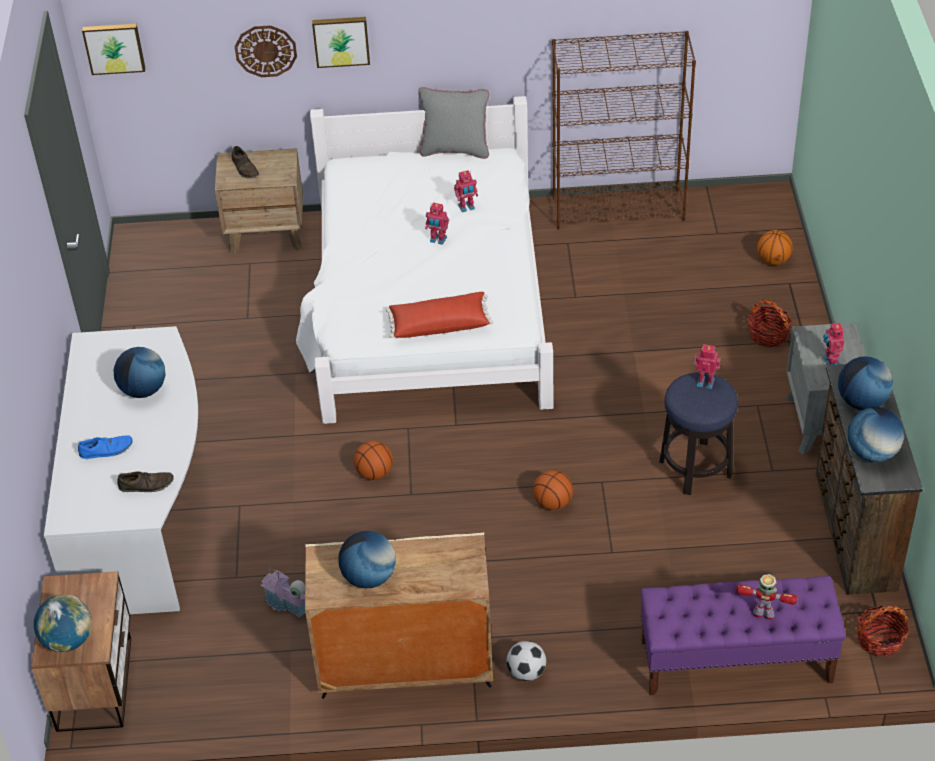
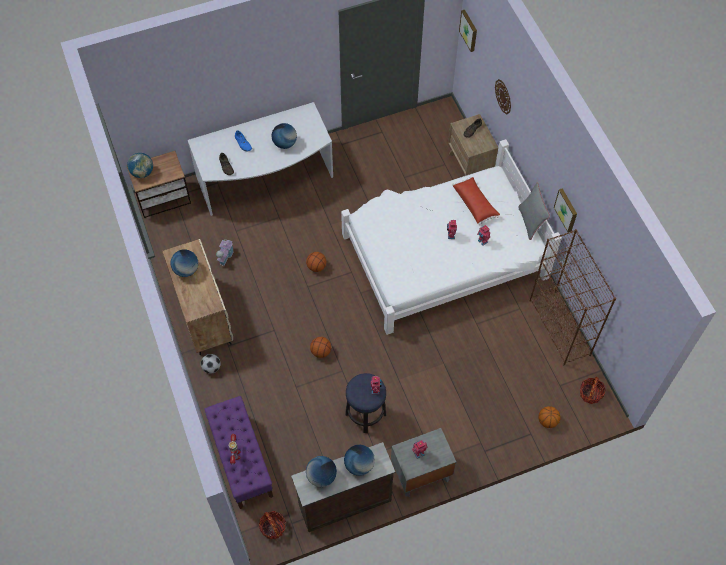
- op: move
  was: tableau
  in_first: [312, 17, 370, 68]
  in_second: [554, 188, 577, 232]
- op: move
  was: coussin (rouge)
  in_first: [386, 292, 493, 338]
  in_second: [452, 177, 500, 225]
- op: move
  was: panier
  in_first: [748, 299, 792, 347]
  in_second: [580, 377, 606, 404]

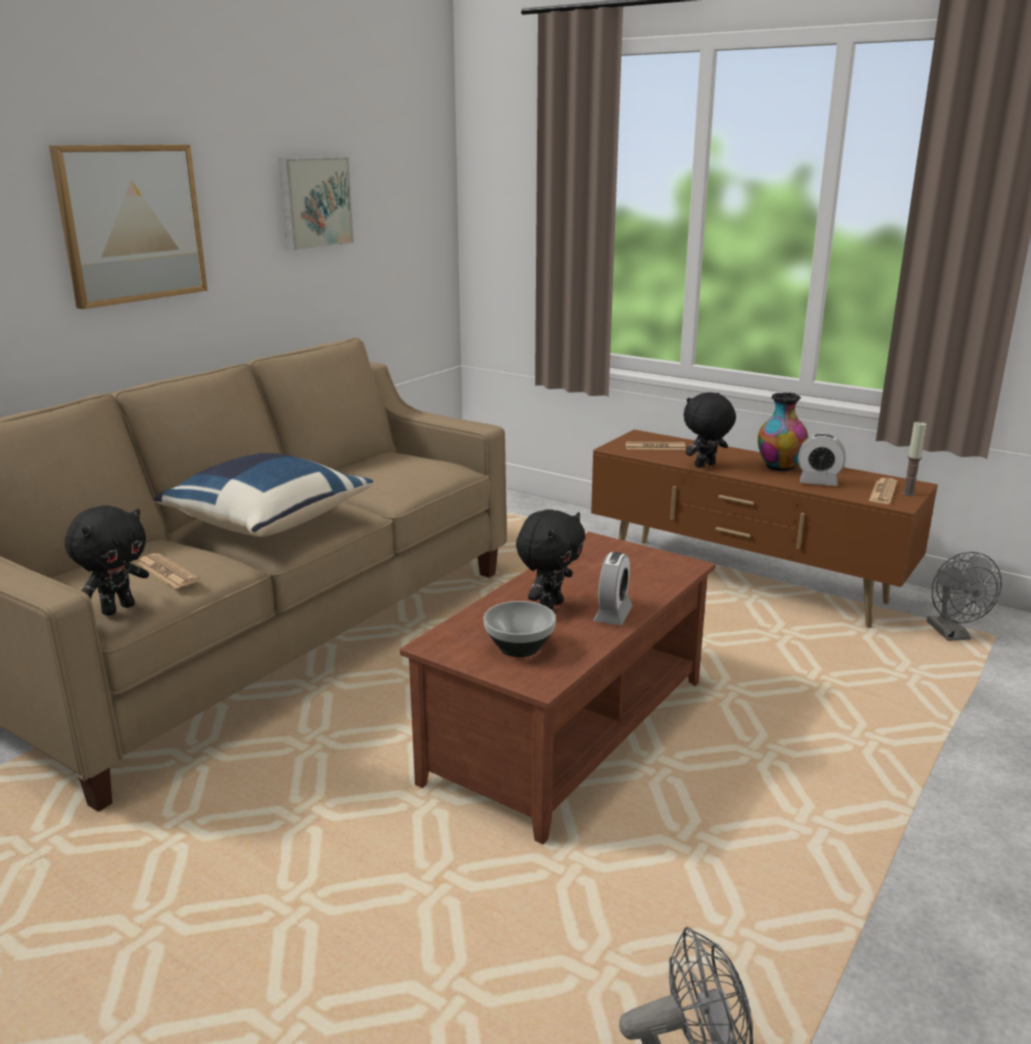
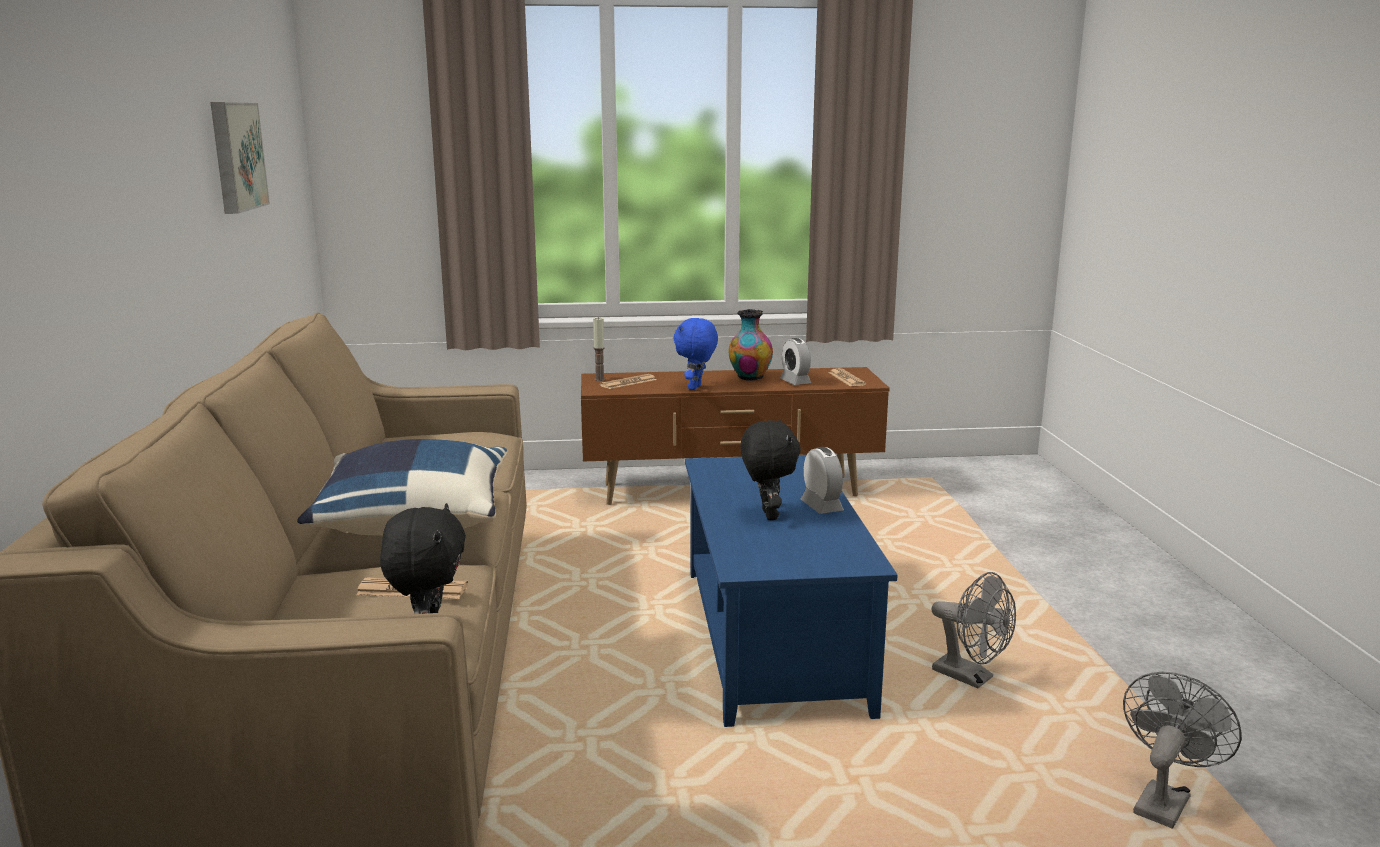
- op: delete
  was: tableau
  in_first: [49, 145, 207, 309]
- op: delete
  was: bol
  in_first: [484, 601, 556, 657]
- op: move
  was: bougie
  in_first: [902, 421, 927, 496]
  in_second: [593, 317, 605, 381]
- op: move
  was: ventilateur (gris)
  in_first: [927, 552, 1002, 641]
  in_second: [931, 572, 1016, 688]
- op: recolor
  was: table basse (marron)
  now: table basse (bleu)
  in_first: [400, 532, 716, 844]
  in_second: [685, 455, 897, 727]
- op: recolor
  was: peluche (noir)
  now: peluche (bleu)
  in_first: [684, 392, 736, 468]
  in_second: [673, 318, 718, 390]
- op: rotate
  was: réveil
  in_first: [798, 434, 846, 486]
  in_second: [780, 338, 811, 385]
  clockwise: 90

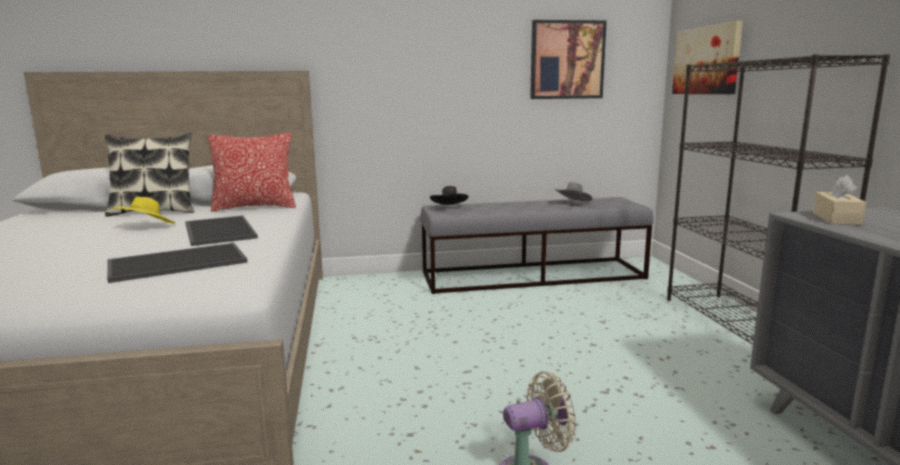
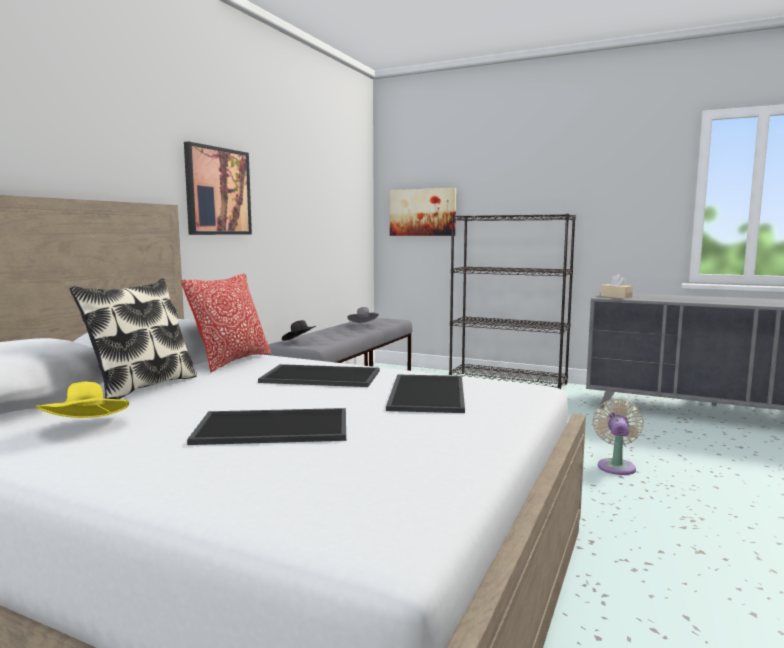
- op: insert
  now: plateau
  in_second: [187, 408, 346, 445]
- op: move
  was: chapeau (jaune)
  in_first: [113, 197, 175, 224]
  in_second: [36, 382, 129, 418]
- op: move
  was: tableau
  in_first: [530, 20, 607, 99]
  in_second: [184, 142, 252, 235]

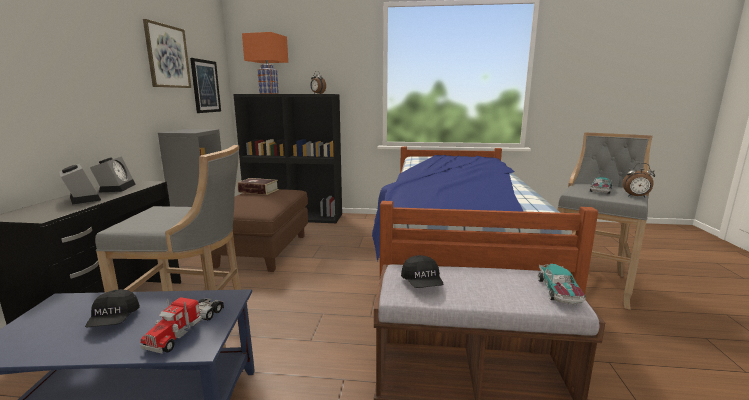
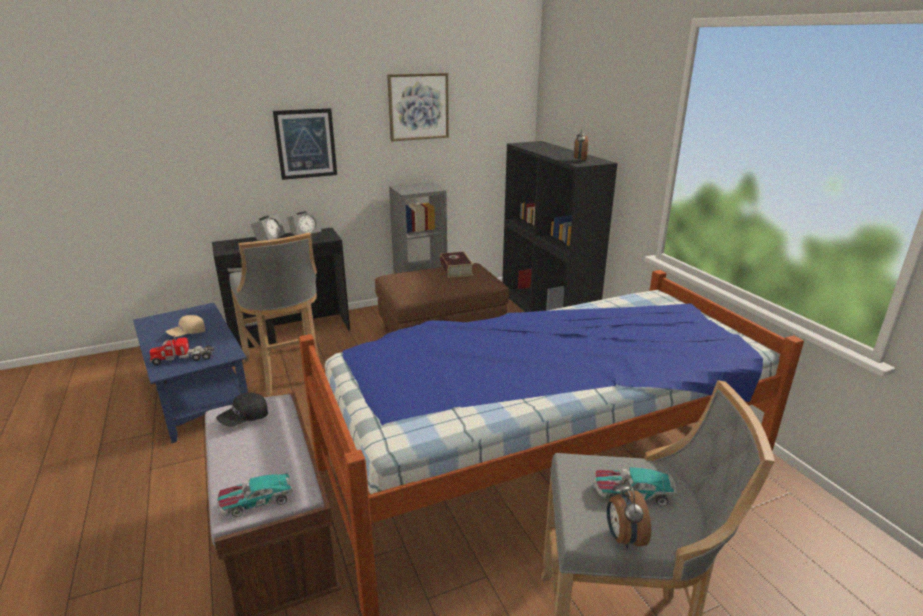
- op: delete
  was: lampe de table (orange)
  in_first: [242, 32, 288, 94]
- op: move
  was: tableau
  in_first: [190, 58, 221, 113]
  in_second: [273, 108, 337, 180]
- op: recolor
  was: casquette (noir)
  now: casquette (beige)
  in_first: [85, 289, 140, 328]
  in_second: [166, 315, 205, 337]

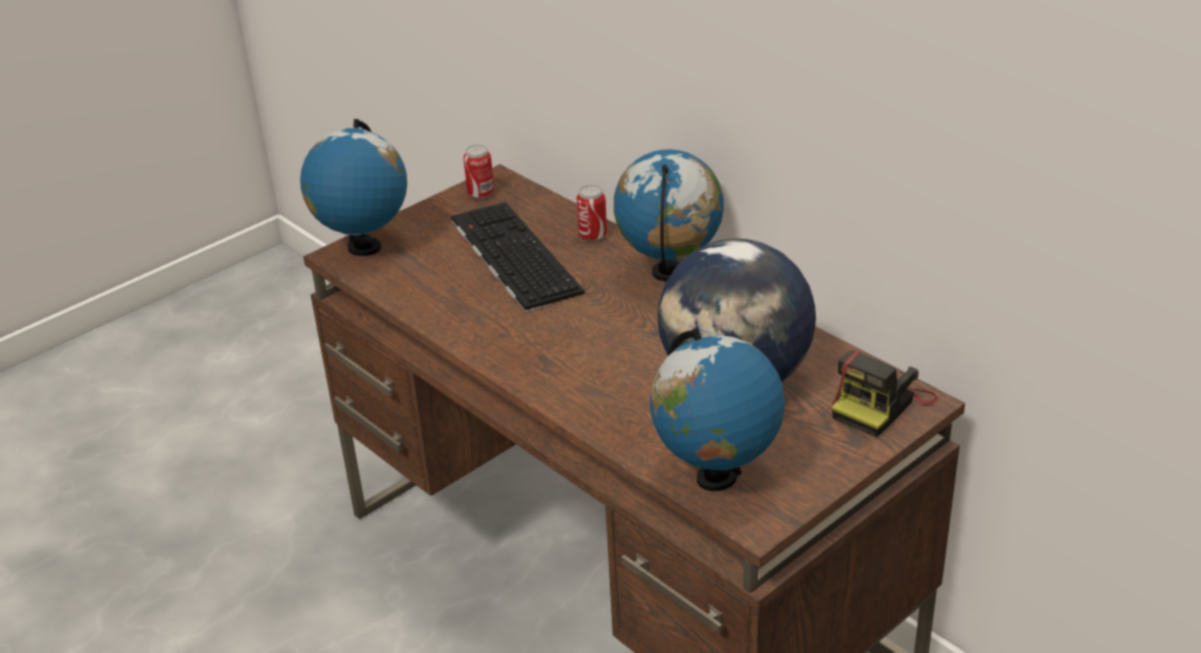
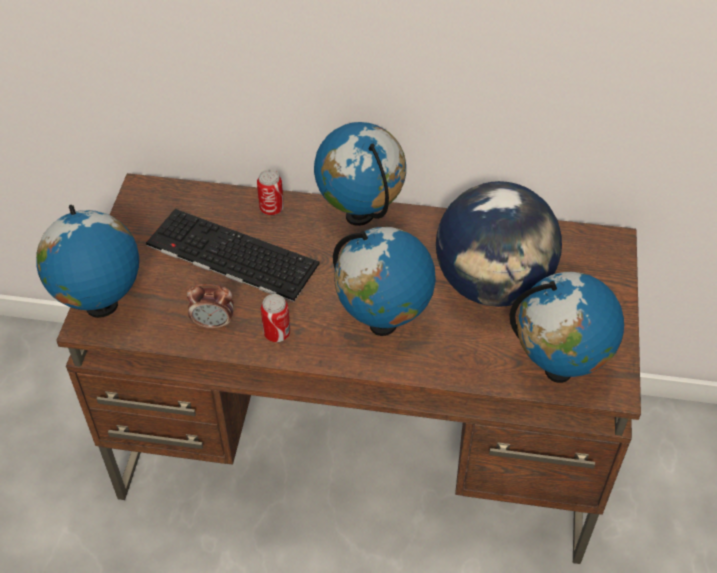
- op: delete
  was: appareil photo
  in_first: [832, 350, 938, 437]
- op: insert
  now: réveil
  in_second: [187, 284, 234, 329]
- op: insert
  now: globe
  in_second: [333, 227, 436, 336]
- op: move
  was: boîte métallique
  in_first: [463, 145, 494, 199]
  in_second: [261, 294, 290, 342]

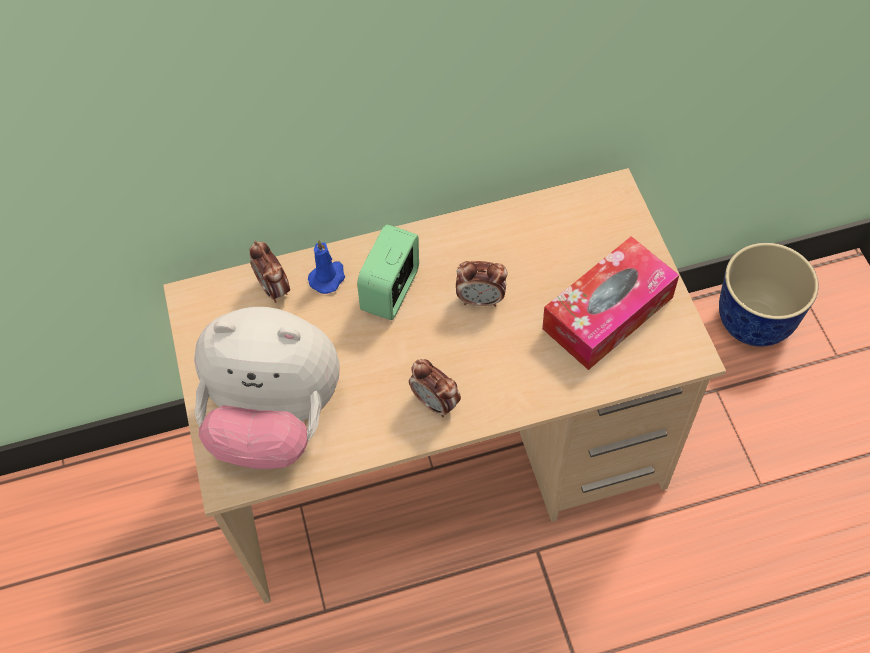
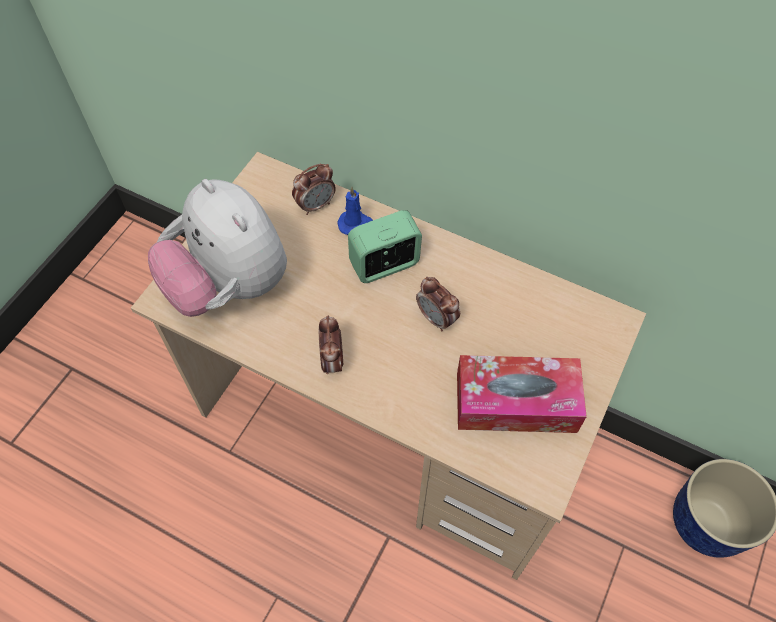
- op: rotate
  was: réveil
  in_first: [249, 241, 290, 303]
  in_second: [292, 164, 336, 215]
  clockwise: -135

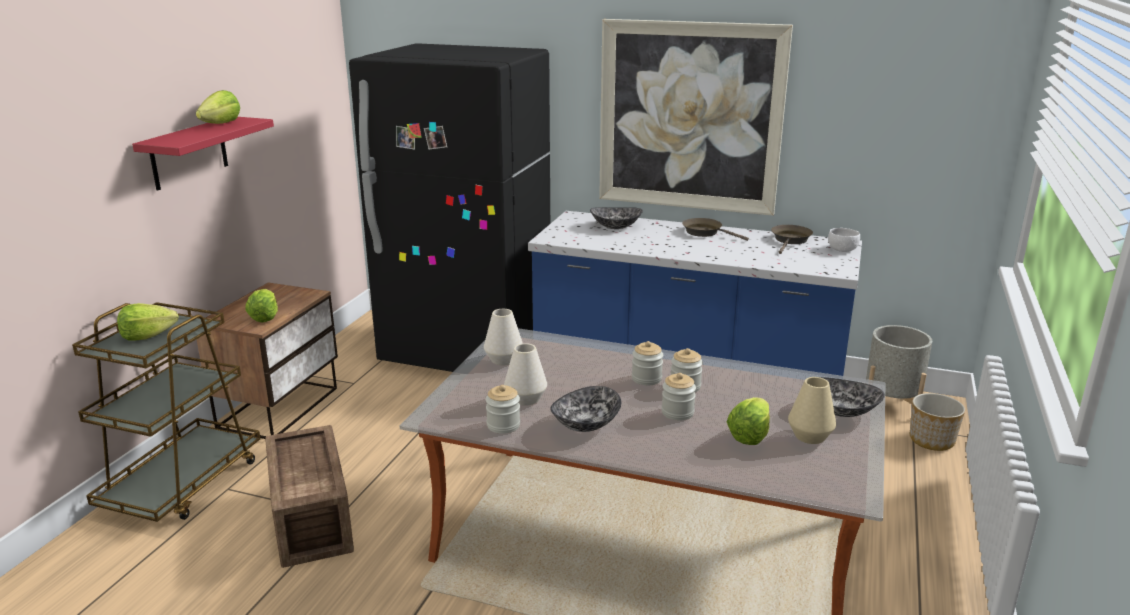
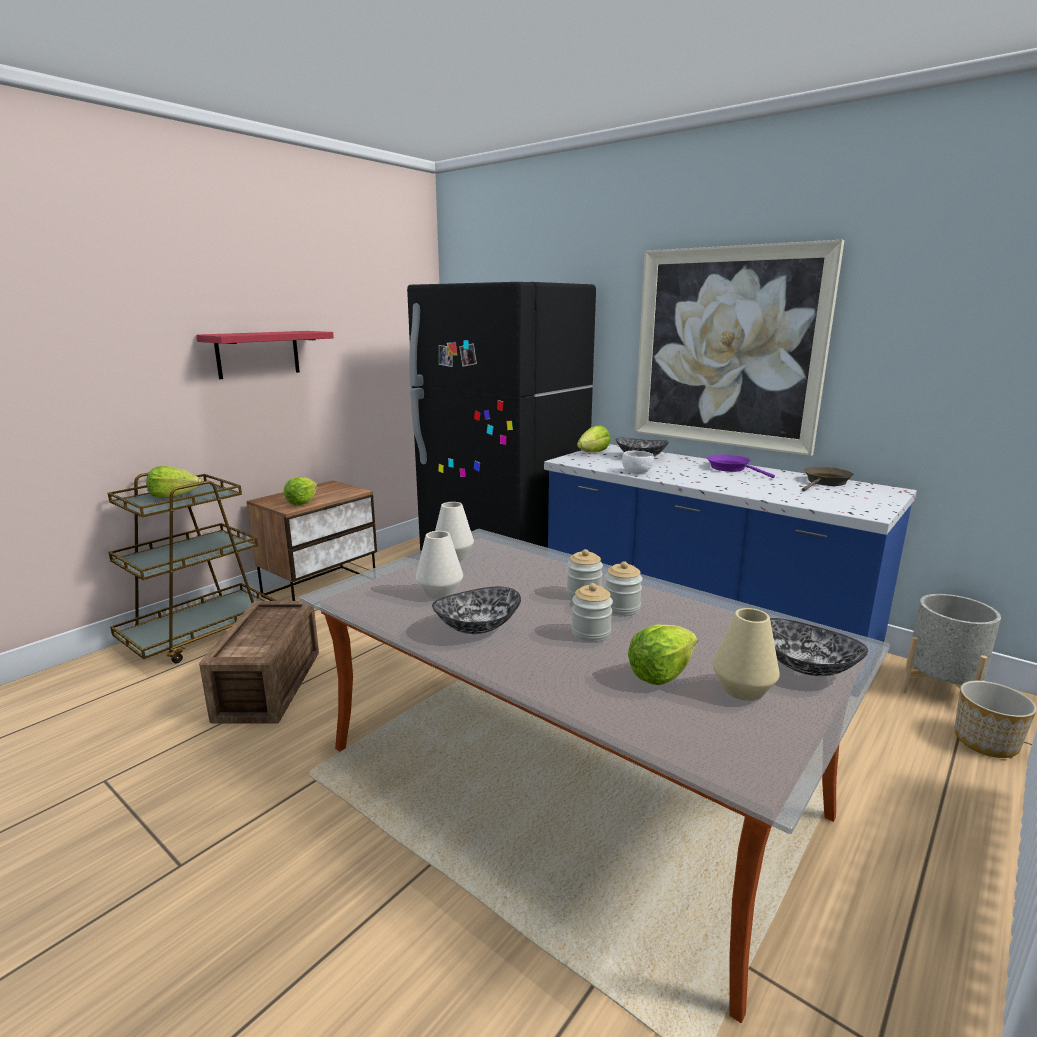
- op: delete
  was: bocal
  in_first: [486, 385, 520, 434]
- op: move
  was: laitue
  in_first: [196, 90, 240, 124]
  in_second: [577, 425, 611, 453]
- op: move
  was: bol (blanc)
  in_first: [828, 228, 860, 252]
  in_second: [622, 451, 654, 474]
- op: recolor
  was: poêle (marron)
  now: poêle (violet)
  in_first: [682, 218, 749, 241]
  in_second: [707, 455, 775, 478]

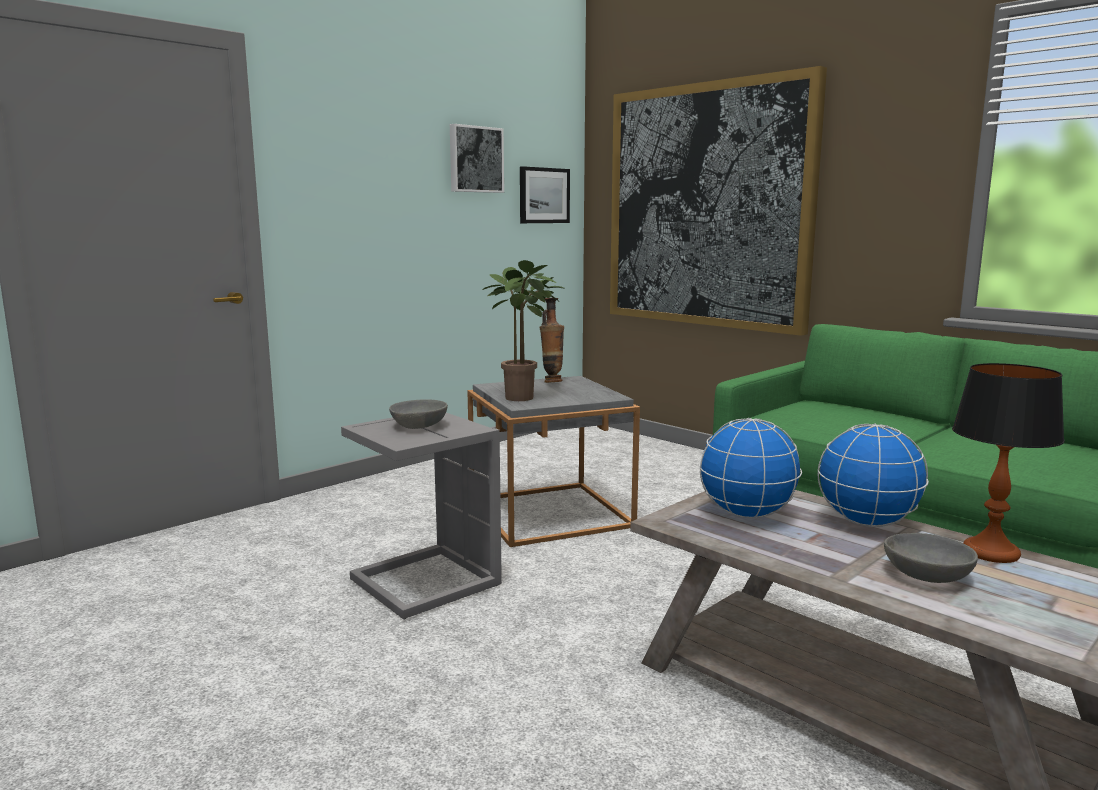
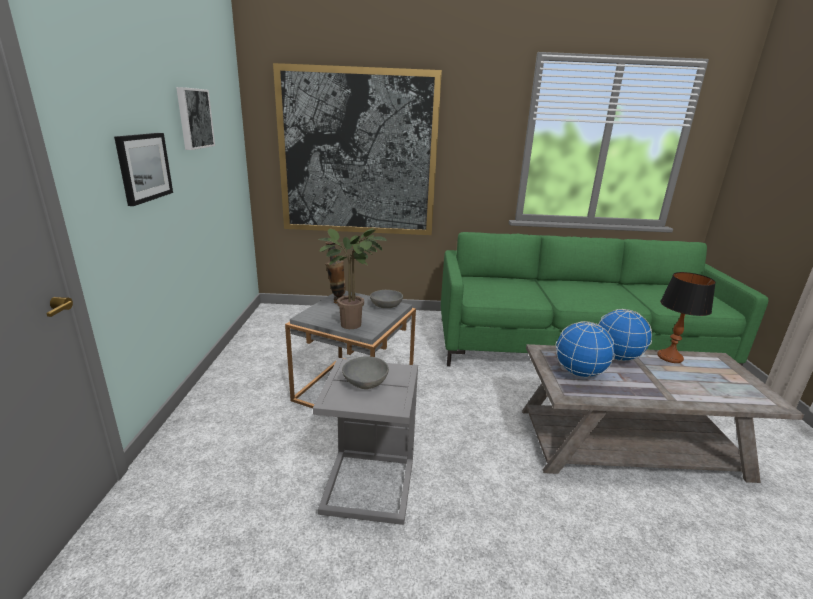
- op: move
  was: tableau
  in_first: [520, 166, 570, 223]
  in_second: [114, 133, 173, 206]
- op: move
  was: bol (gris)
  in_first: [884, 533, 978, 583]
  in_second: [370, 290, 403, 308]

